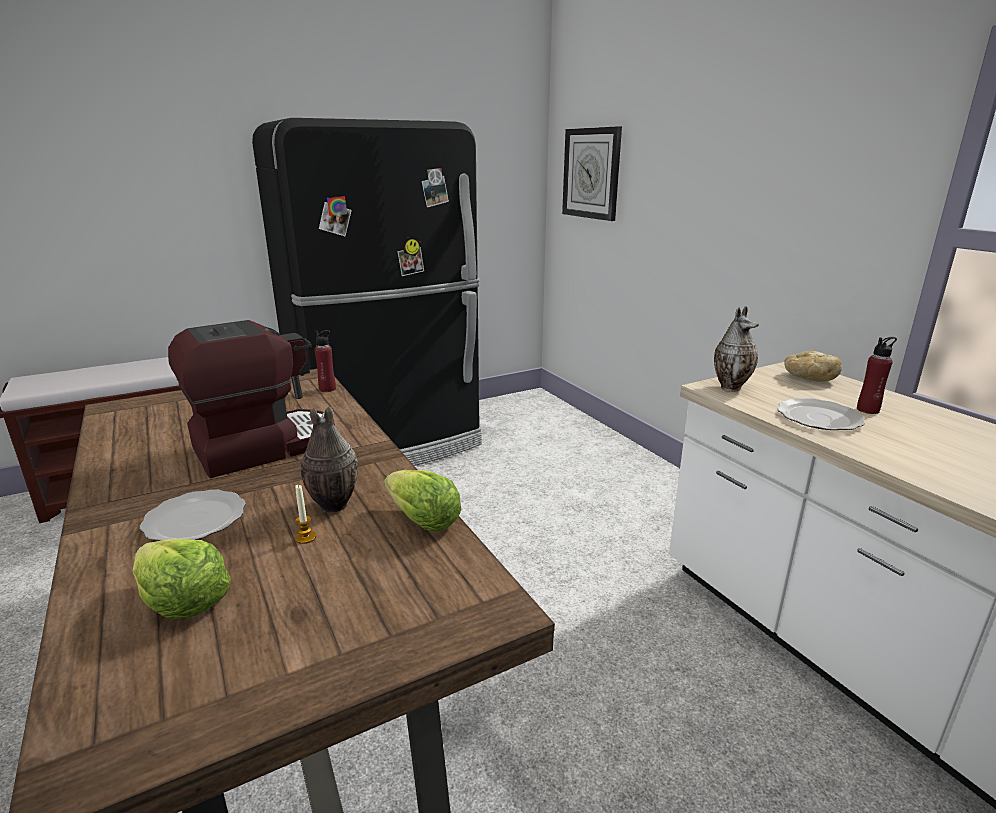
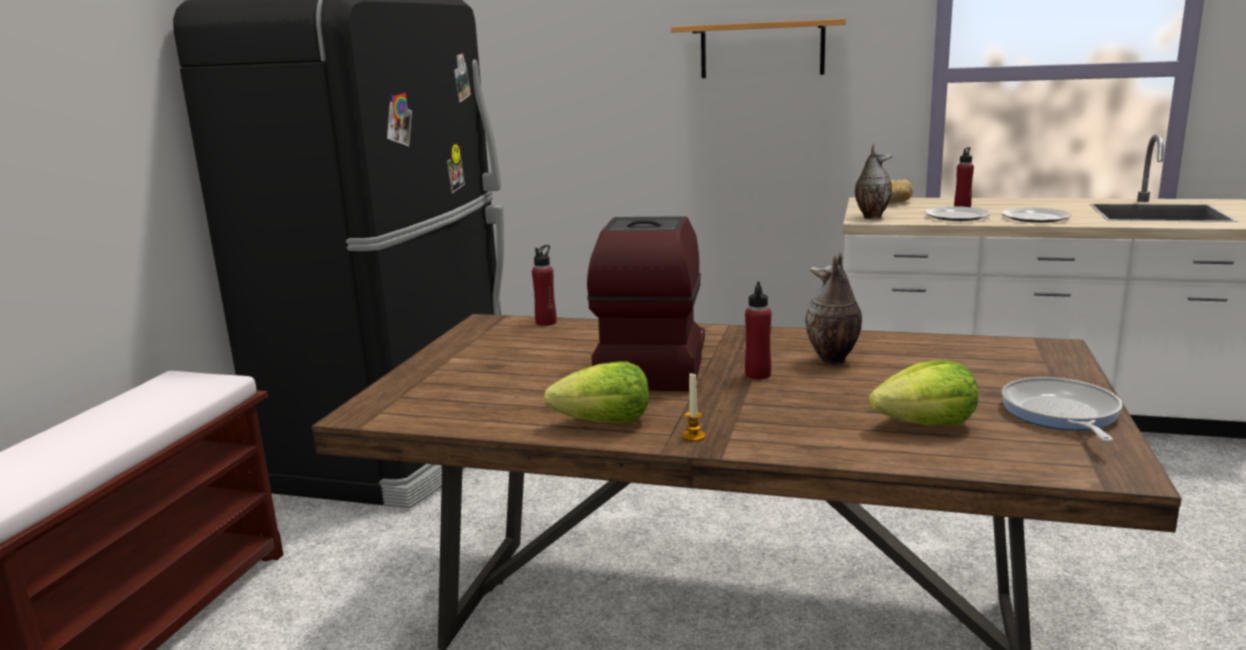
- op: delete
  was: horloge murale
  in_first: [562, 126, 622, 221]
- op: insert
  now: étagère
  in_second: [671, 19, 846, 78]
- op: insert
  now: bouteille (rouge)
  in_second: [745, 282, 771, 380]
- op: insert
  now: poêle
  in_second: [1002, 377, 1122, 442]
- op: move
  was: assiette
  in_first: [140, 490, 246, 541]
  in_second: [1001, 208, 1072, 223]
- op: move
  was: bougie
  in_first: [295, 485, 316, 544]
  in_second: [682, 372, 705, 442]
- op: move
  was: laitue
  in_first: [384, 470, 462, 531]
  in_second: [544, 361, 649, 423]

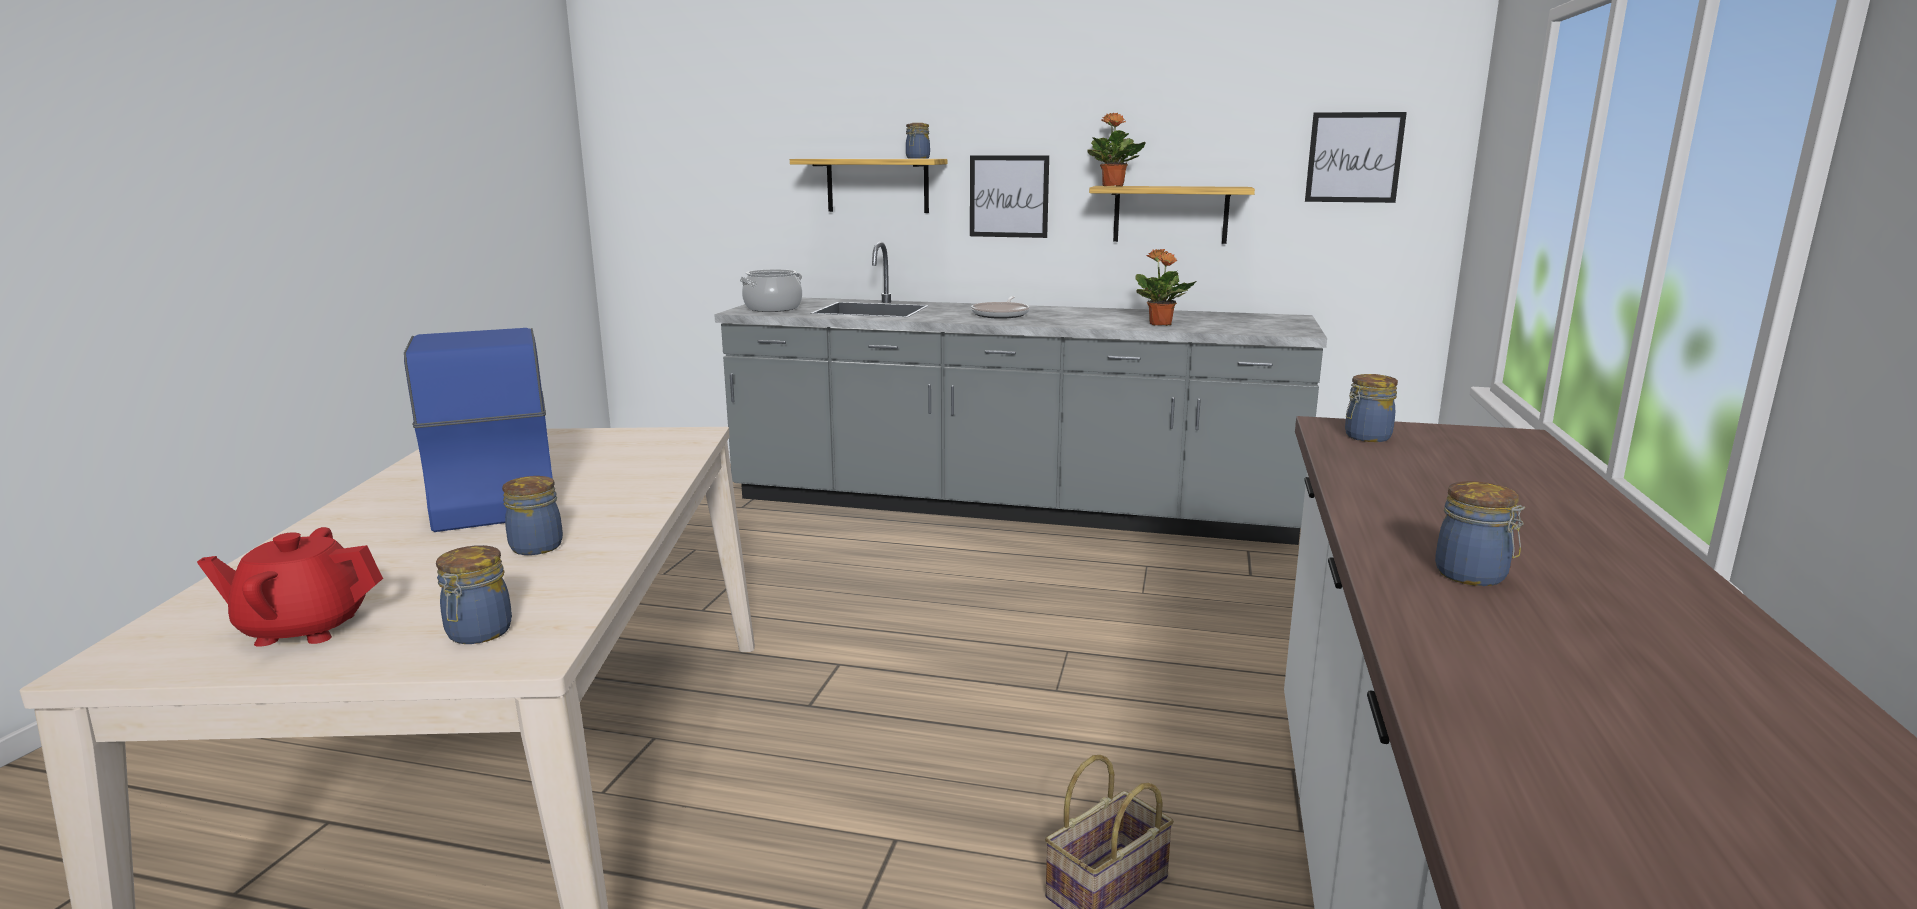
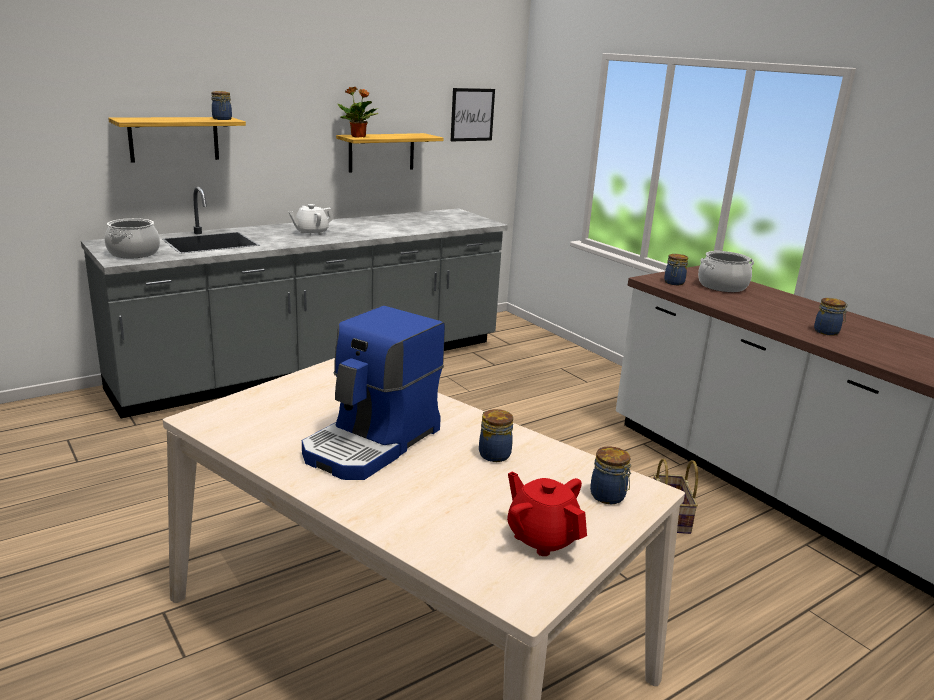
- op: delete
  was: tableau
  in_first: [970, 155, 1049, 238]
- op: delete
  was: plante en pot
  in_first: [1135, 249, 1197, 326]
- op: insert
  now: marmite
  in_second: [698, 251, 754, 292]
- op: replace
  was: poêle
  now: théière (blanc)
  in_first: [971, 296, 1030, 319]
  in_second: [289, 204, 334, 236]
- op: rotate
  was: théière (rouge)
  in_first: [197, 527, 383, 647]
  in_second: [507, 472, 587, 556]
  clockwise: 105
- op: rotate
  was: machine à café
  in_first: [404, 328, 556, 532]
  in_second: [302, 306, 445, 480]
  clockwise: -75

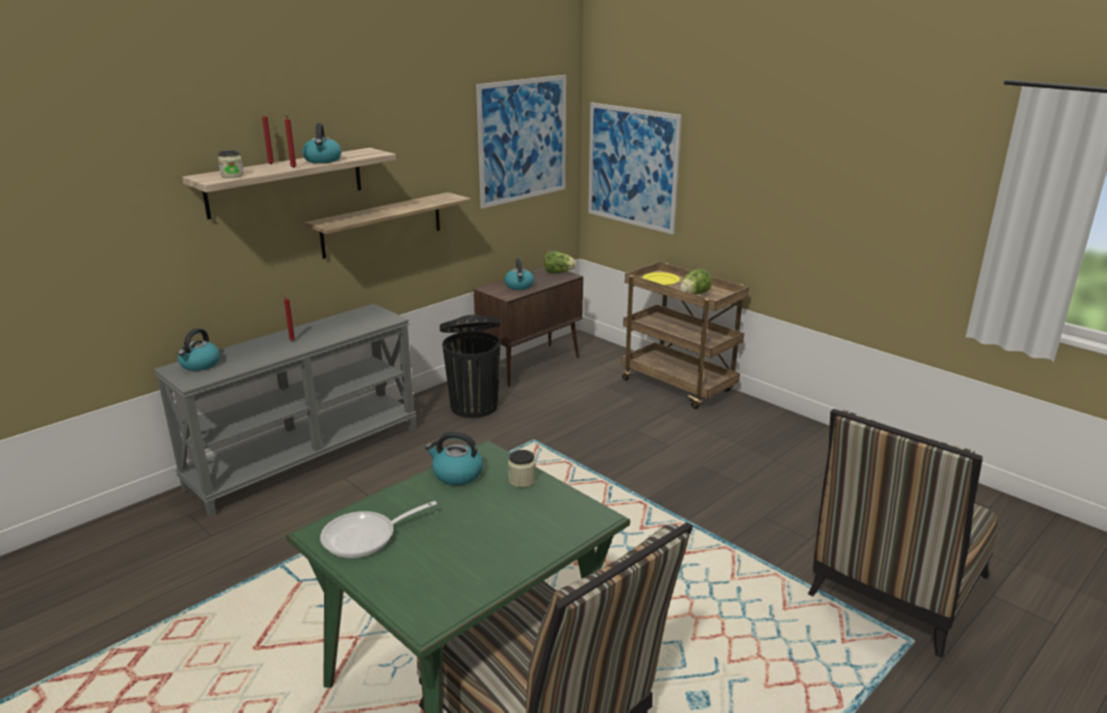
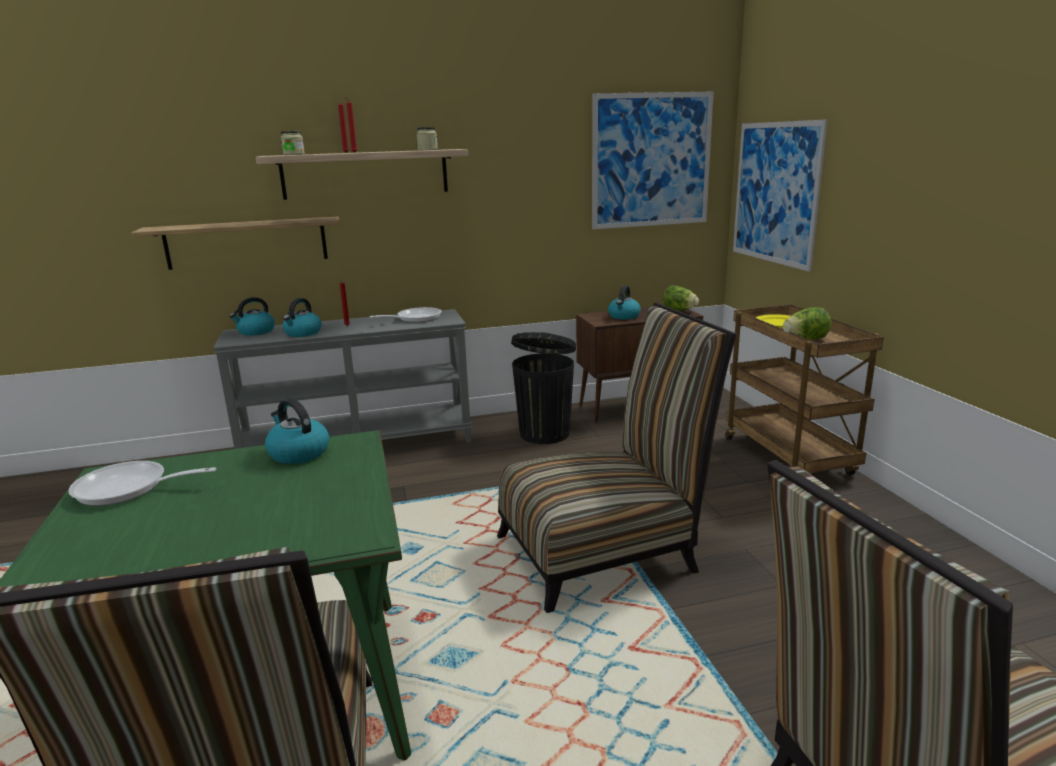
- op: insert
  now: poêle
  in_second: [369, 307, 441, 322]
- op: insert
  now: chaise
  in_second: [497, 302, 737, 613]
- op: move
  was: bouilloire
  in_first: [302, 123, 342, 163]
  in_second: [283, 298, 322, 337]
- op: move
  was: étagère
  in_first: [304, 192, 471, 259]
  in_second: [131, 217, 339, 270]
- op: move
  was: bocal
  in_first: [508, 450, 536, 487]
  in_second: [417, 127, 438, 150]

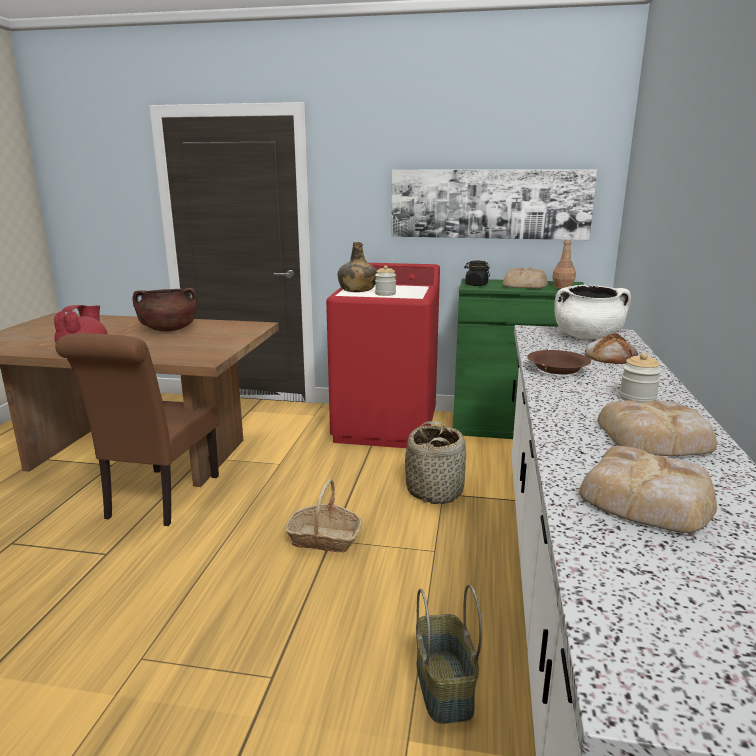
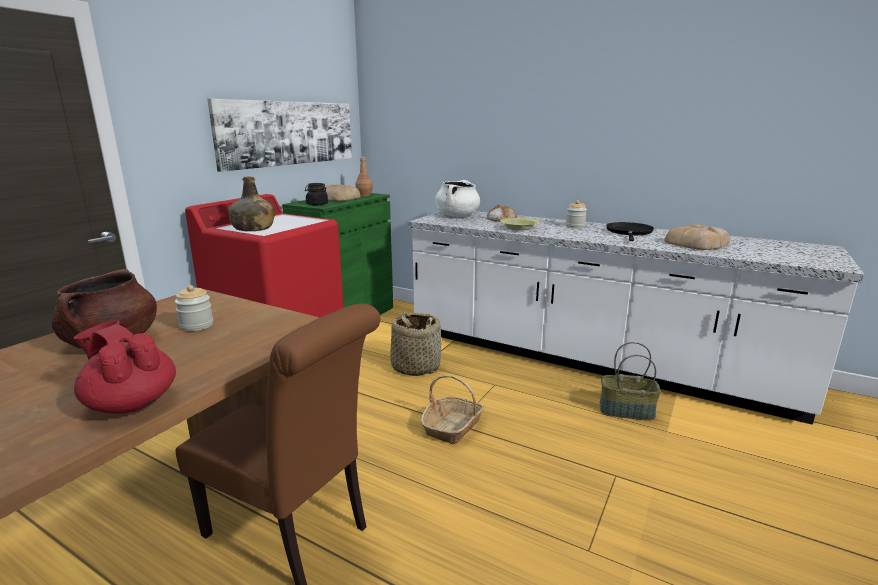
- op: move
  was: bocal
  in_first: [375, 265, 396, 296]
  in_second: [175, 285, 213, 331]
- op: replace
  was: pain
  now: poêle (noir)
  in_first: [598, 400, 717, 456]
  in_second: [606, 222, 654, 241]
- op: recolor
  was: bol (marron)
  now: bol (jaune)
  in_first: [527, 350, 591, 374]
  in_second: [500, 218, 539, 230]

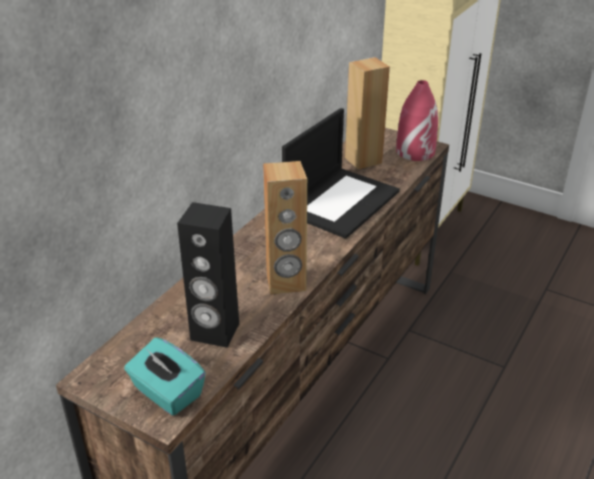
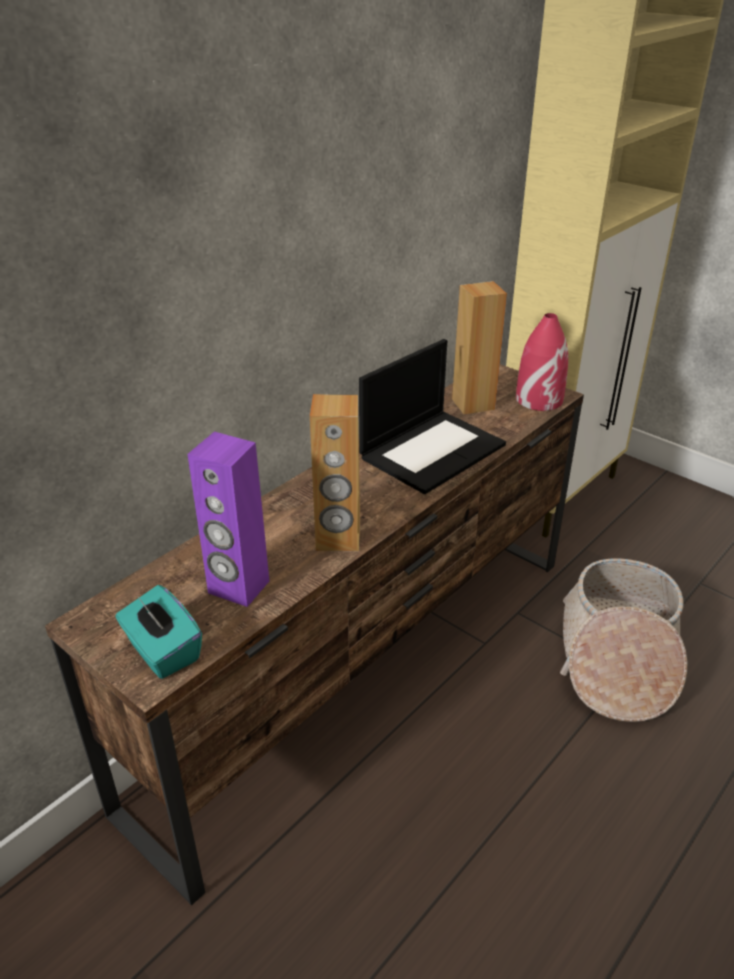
- op: insert
  now: panier
  in_second: [560, 558, 688, 722]
- op: recolor
  was: enceinte (noir)
  now: enceinte (violet)
  in_first: [177, 202, 239, 348]
  in_second: [187, 432, 269, 607]

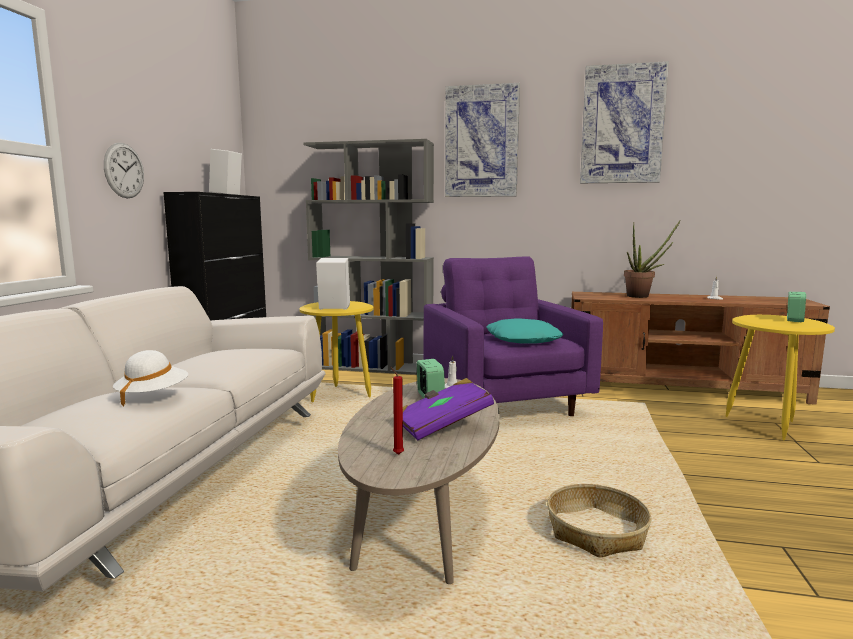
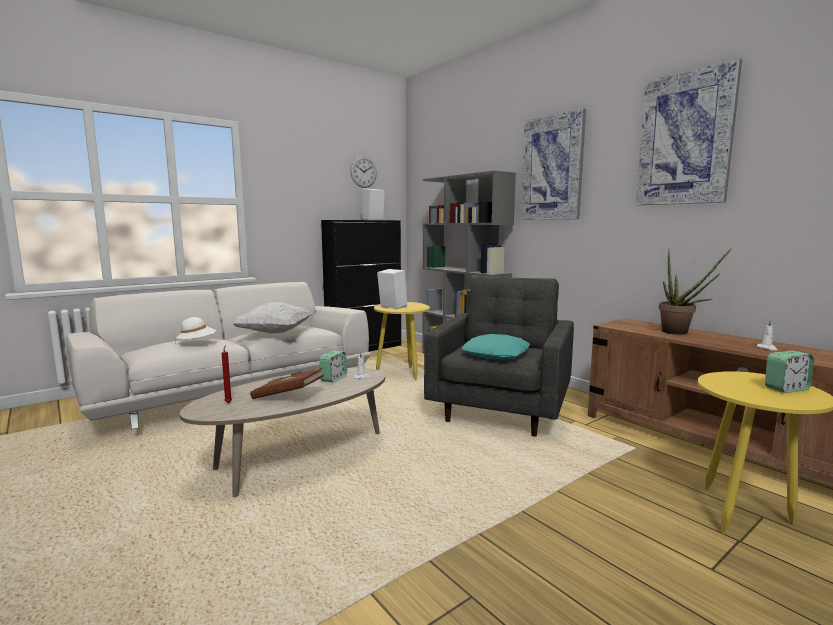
- op: delete
  was: panier
  in_first: [547, 484, 652, 558]
- op: insert
  now: coussin (blanc)
  in_second: [232, 302, 313, 333]
- op: move
  was: horloge murale
  in_first: [104, 143, 144, 198]
  in_second: [350, 156, 377, 188]
- op: recolor
  was: livre (violet)
  now: livre (marron)
  in_first: [403, 378, 494, 441]
  in_second: [250, 367, 324, 399]
- op: recolor
  was: fauteuil (violet)
  now: fauteuil (gris)
  in_first: [424, 256, 603, 416]
  in_second: [424, 275, 574, 437]

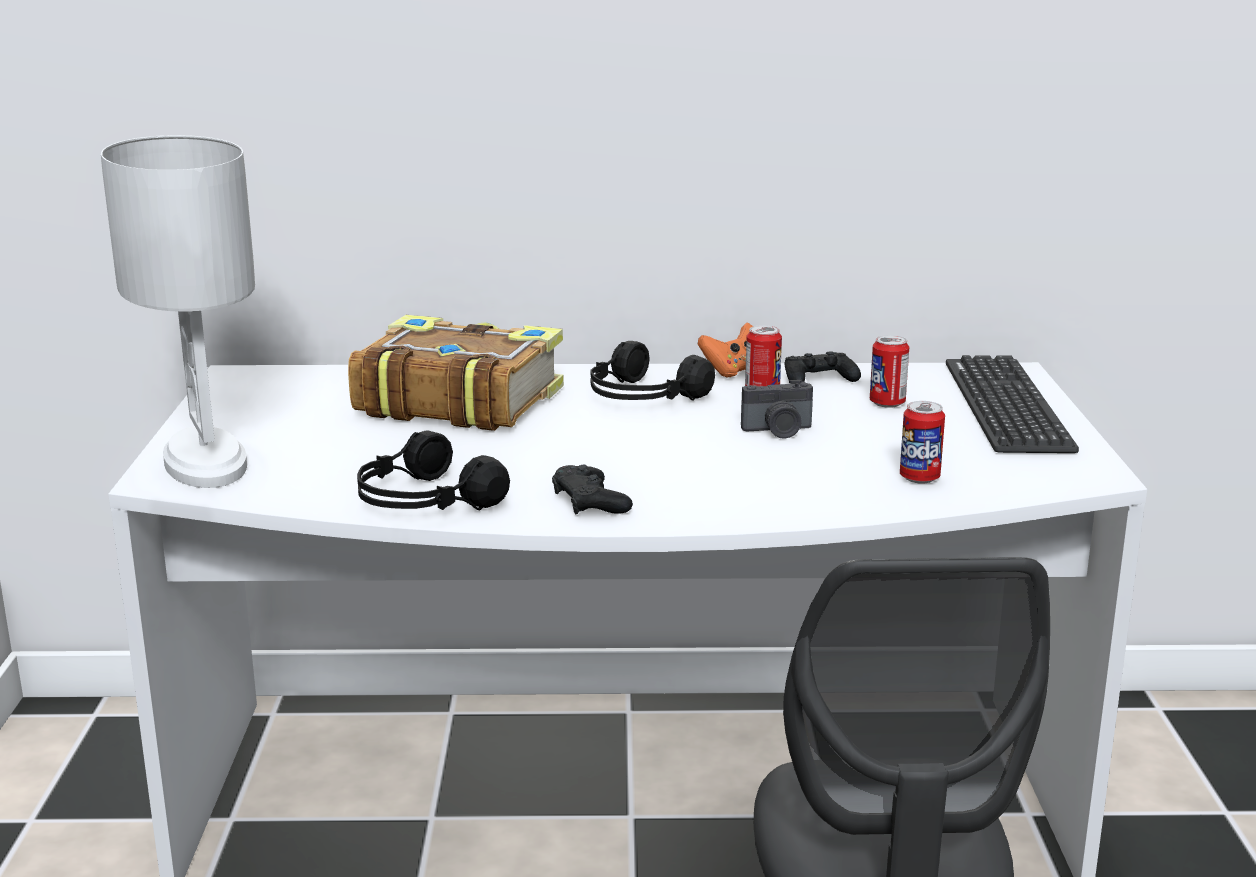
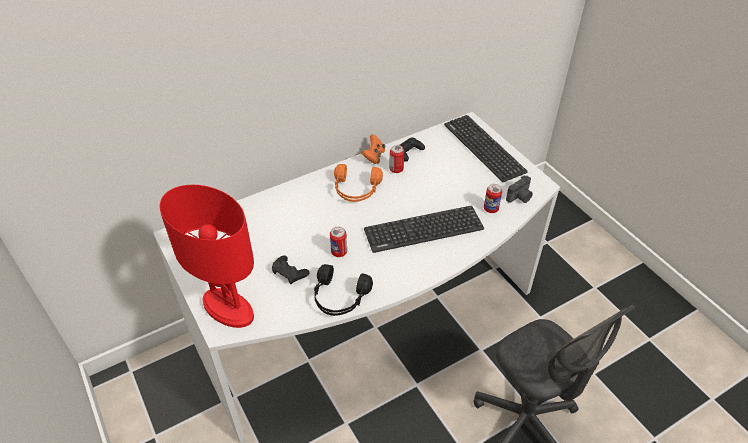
- op: delete
  was: livre
  in_first: [348, 315, 564, 431]
- op: insert
  now: clavier
  in_second: [364, 206, 484, 253]
- op: move
  was: manette (noir)
  in_first: [552, 464, 633, 515]
  in_second: [272, 255, 310, 284]
- op: move
  was: appareil photo
  in_first: [741, 380, 813, 439]
  in_second: [506, 175, 533, 203]
- op: move
  was: boîte métallique
  in_first: [870, 335, 909, 408]
  in_second: [330, 226, 347, 257]
- op: recolor
  was: lampe de table (blanc)
  now: lampe de table (rouge)
  in_first: [101, 135, 255, 488]
  in_second: [160, 185, 254, 328]
- op: recolor
  was: casque audio (noir)
  now: casque audio (orange)
  in_first: [590, 341, 715, 401]
  in_second: [334, 164, 383, 202]

